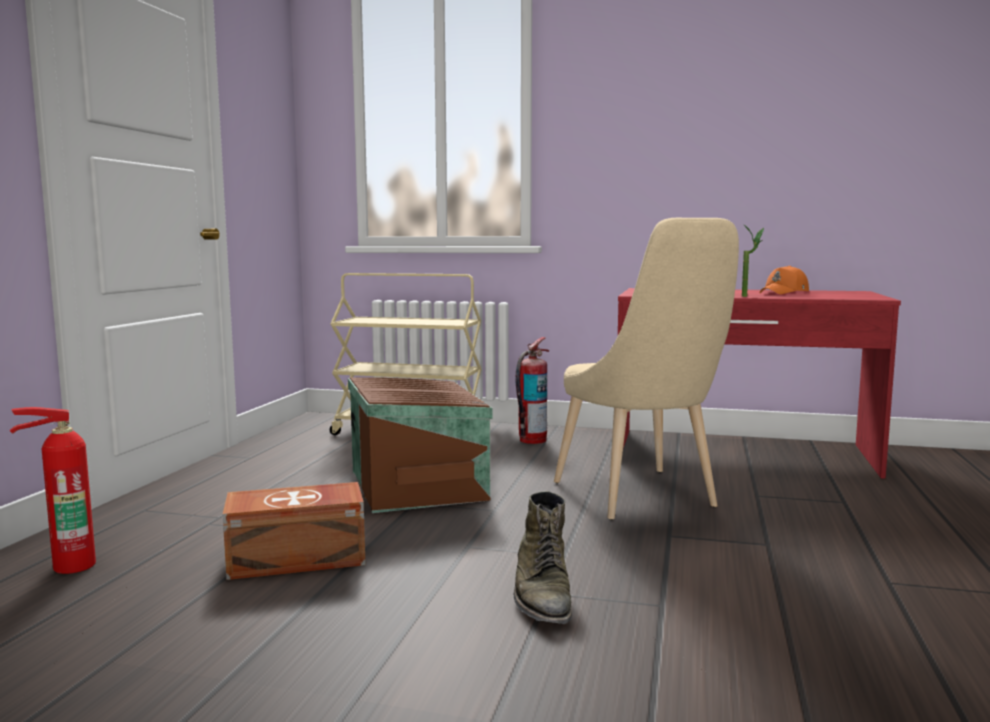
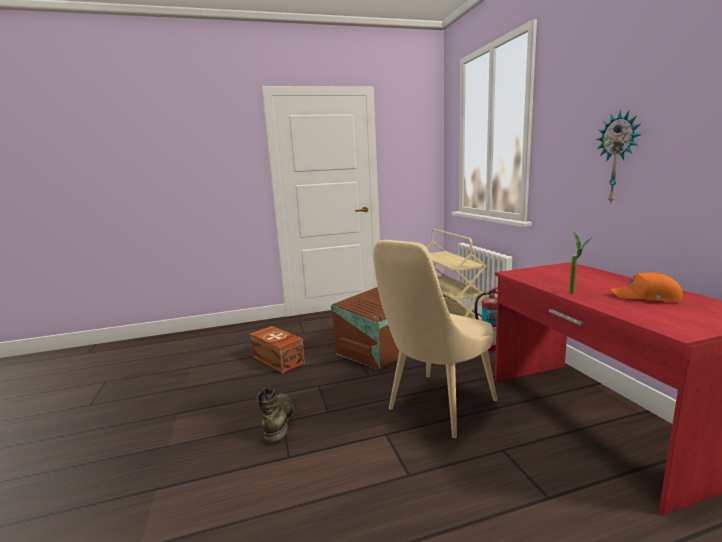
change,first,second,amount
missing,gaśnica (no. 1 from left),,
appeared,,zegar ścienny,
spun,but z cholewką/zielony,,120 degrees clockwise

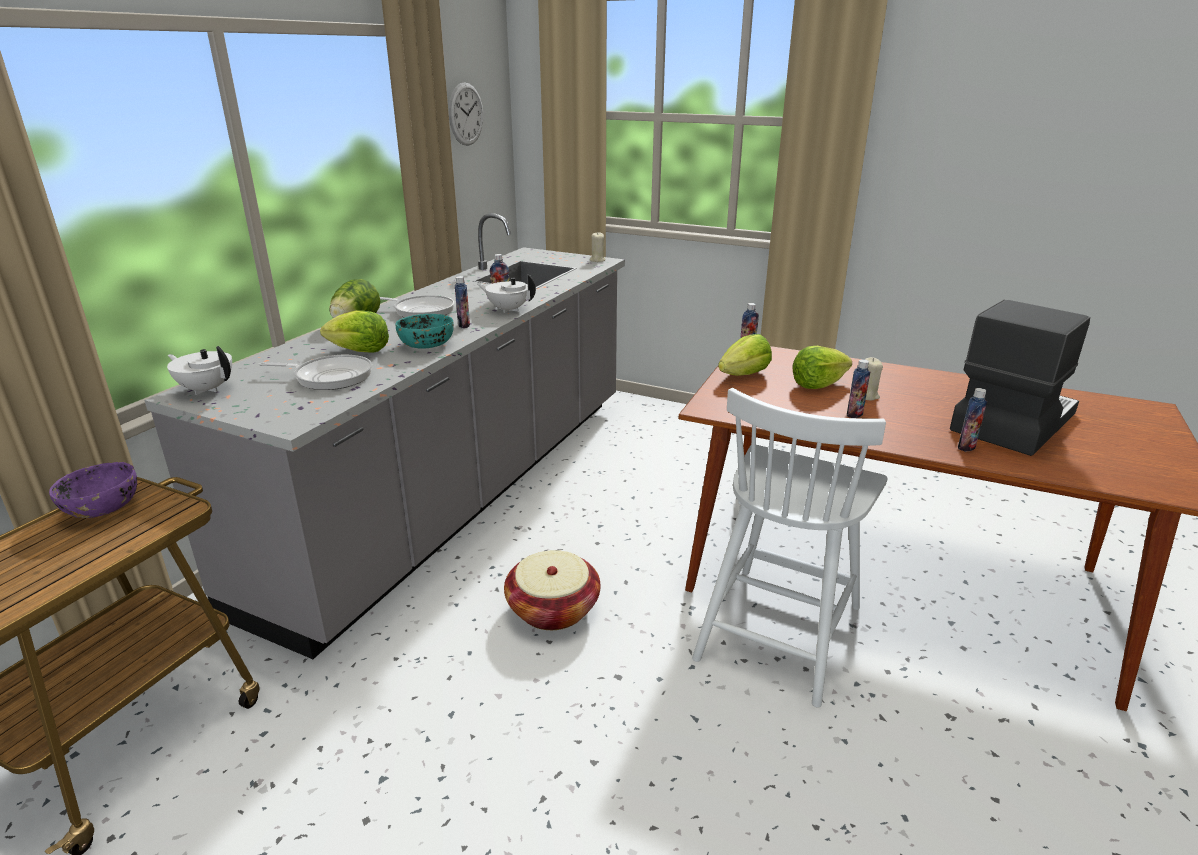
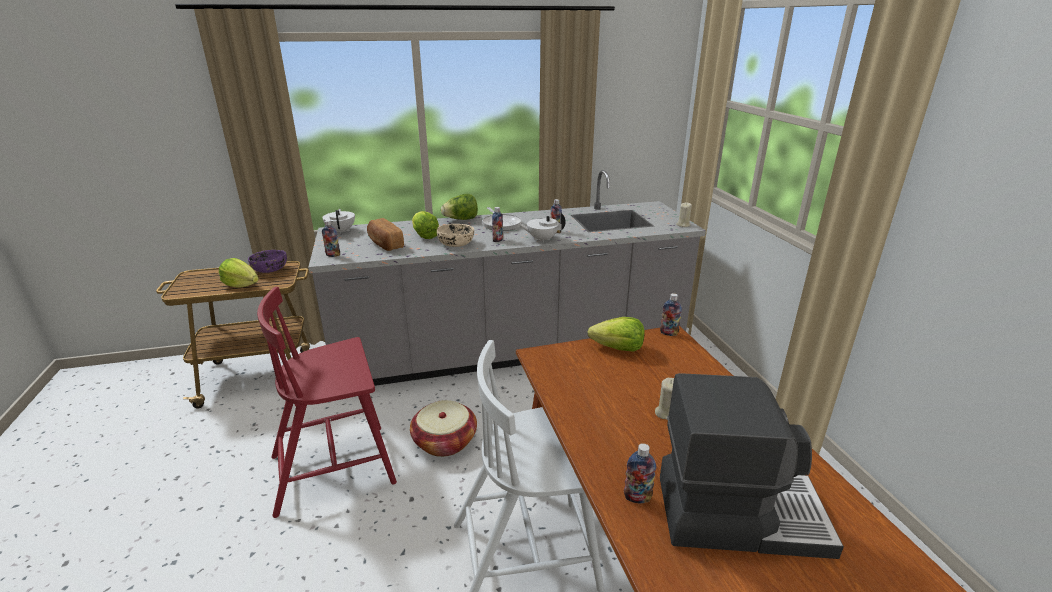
change,first,second,amount
missing,zegar ścienny,,
appeared,,krzesło/czerwony,
relocated,sałata (no. 4 from left in the first image),sałata (no. 1 from left),
relocated,butelka (no. 4 from left in the first image),butelka (no. 1 from left),
exchanged,patelnia (no. 1 from left),chleb,
colour,miska/turkusowy,miska/beżowy,
spun,imbryk/biały (no. 2 from left),,75 degrees counterclockwise

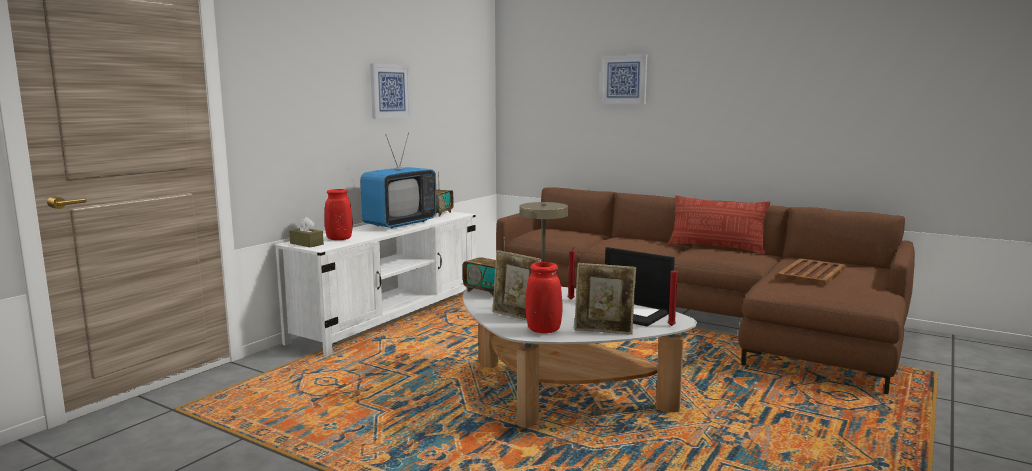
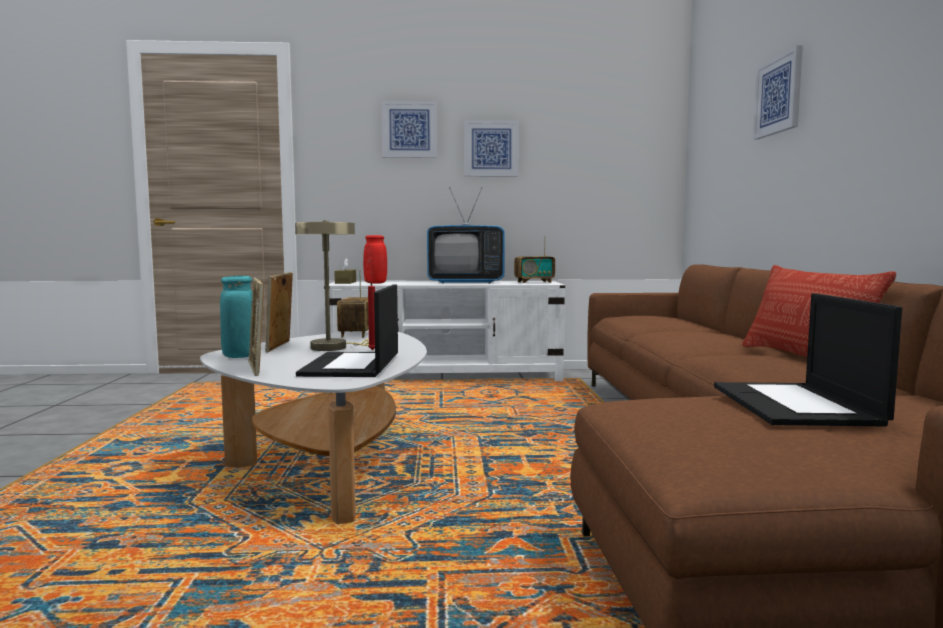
change,first,second,amount
missing,świeca/czerwony (no. 2 from left),,
appeared,,obraz (no. 1 from left),
exchanged,taca/brązowy,laptop (no. 2 from left),
colour,wazon/czerwony (no. 2 from left),wazon/turkusowy,

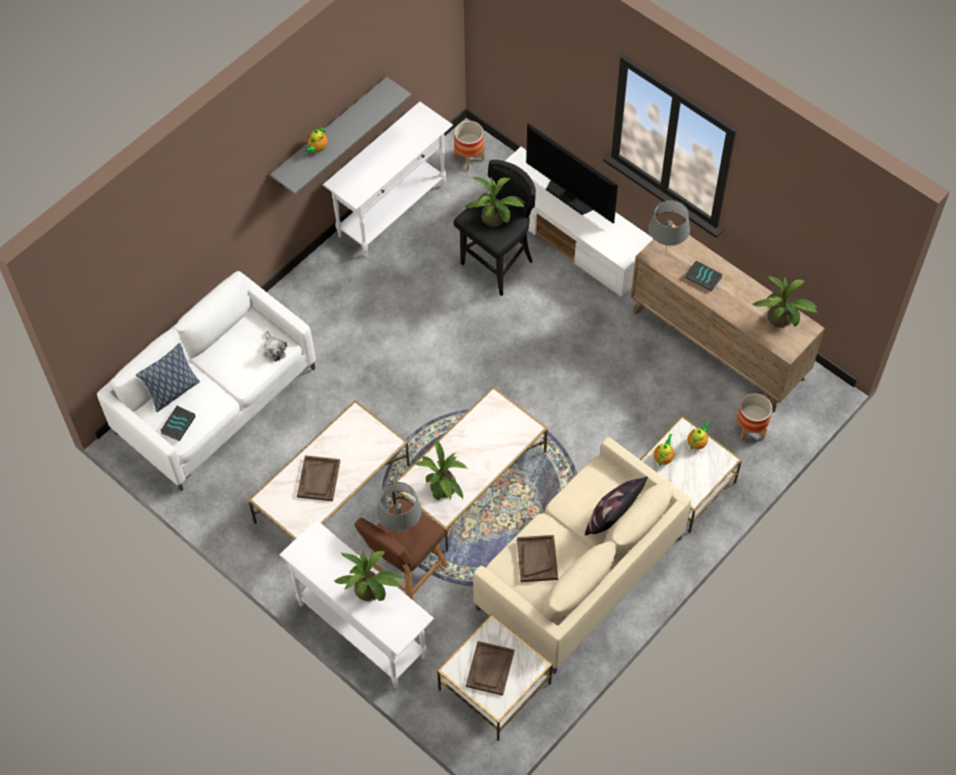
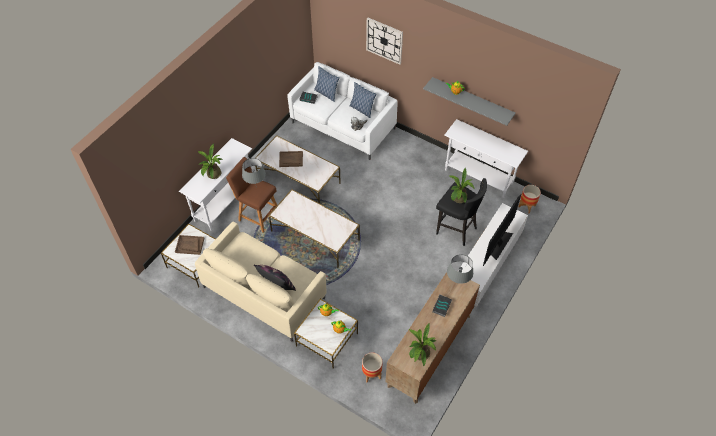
change,first,second,amount
missing,roślina doniczkowa (no. 2 from left),,
missing,taca/brązowy (no. 3 from left),,
appeared,,poduszka (no. 3 from left),
appeared,,zegar ścienny,

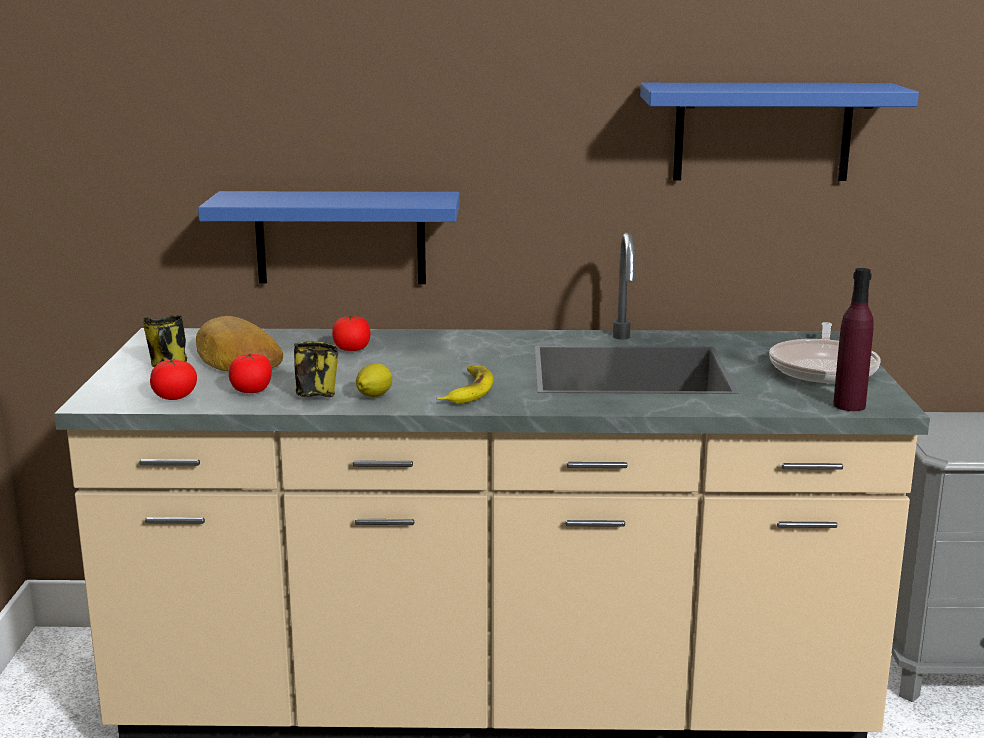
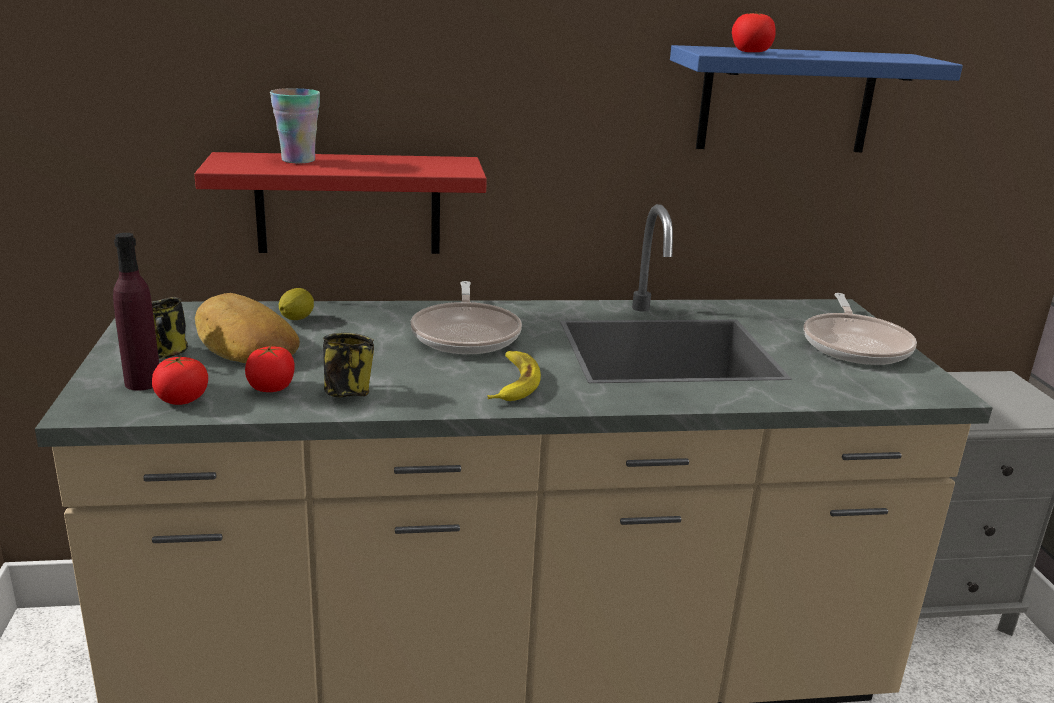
change,first,second,amount
appeared,,filiżanka,
appeared,,patelnia (no. 1 from left),
relocated,pomidor (no. 3 from left),,
relocated,cytryna,,
relocated,butelka/fioletowy,,
colour,półka/niebieski (no. 1 from left),półka/czerwony,

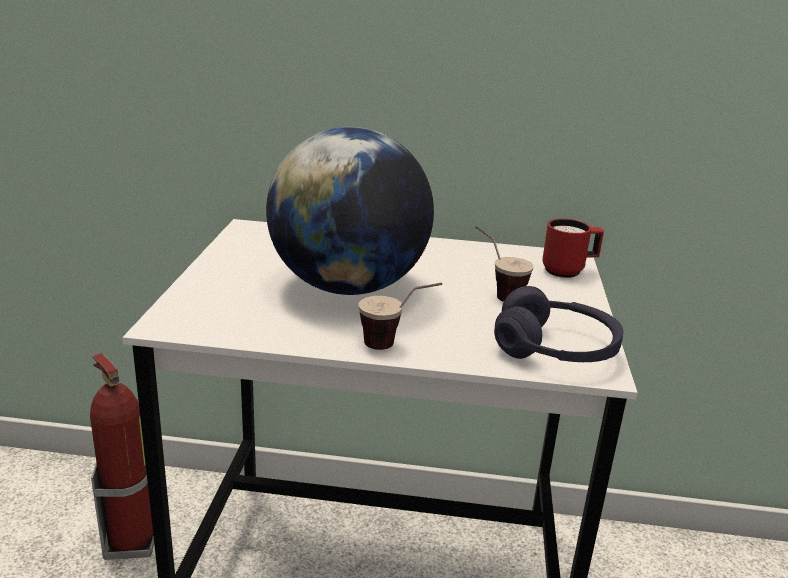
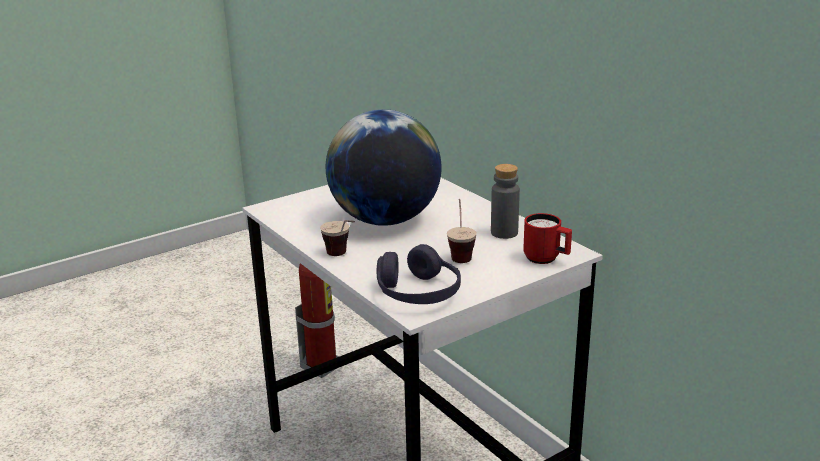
change,first,second,amount
appeared,,butelka/szary,

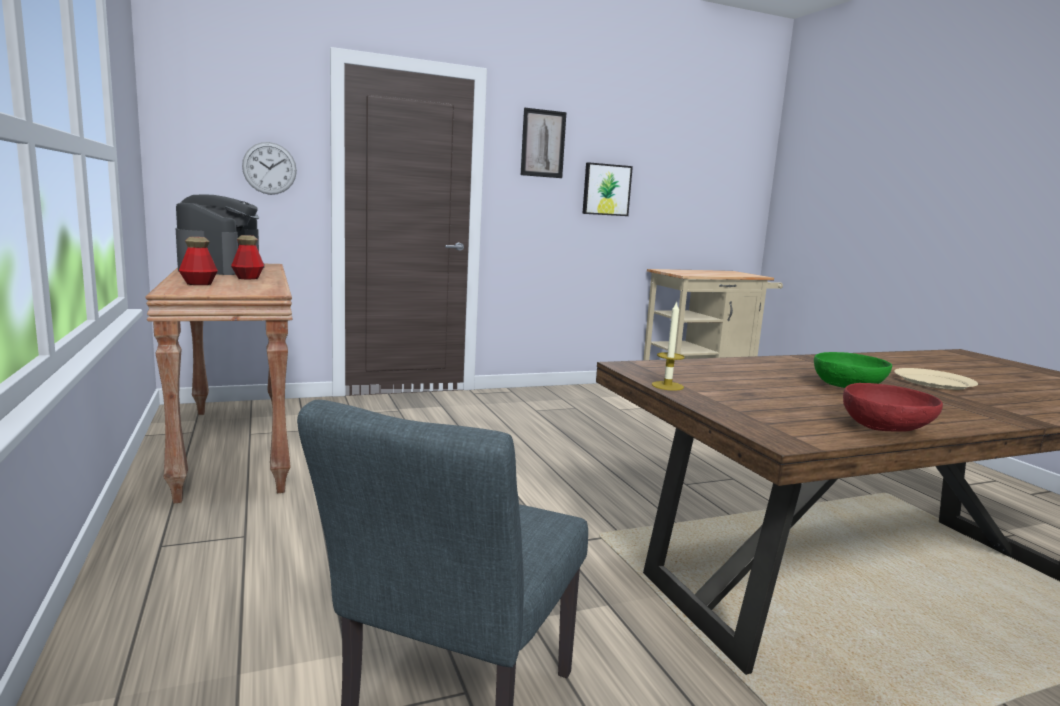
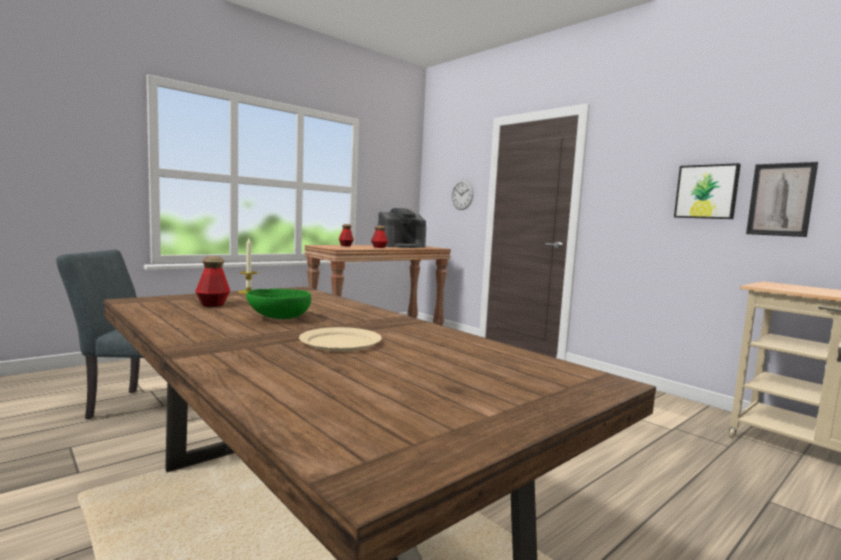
change,first,second,amount
missing,miska/czerwony,,
appeared,,butelka (no. 1 from left),
relocated,obraz (no. 1 from left in the first image),obraz (no. 2 from left),

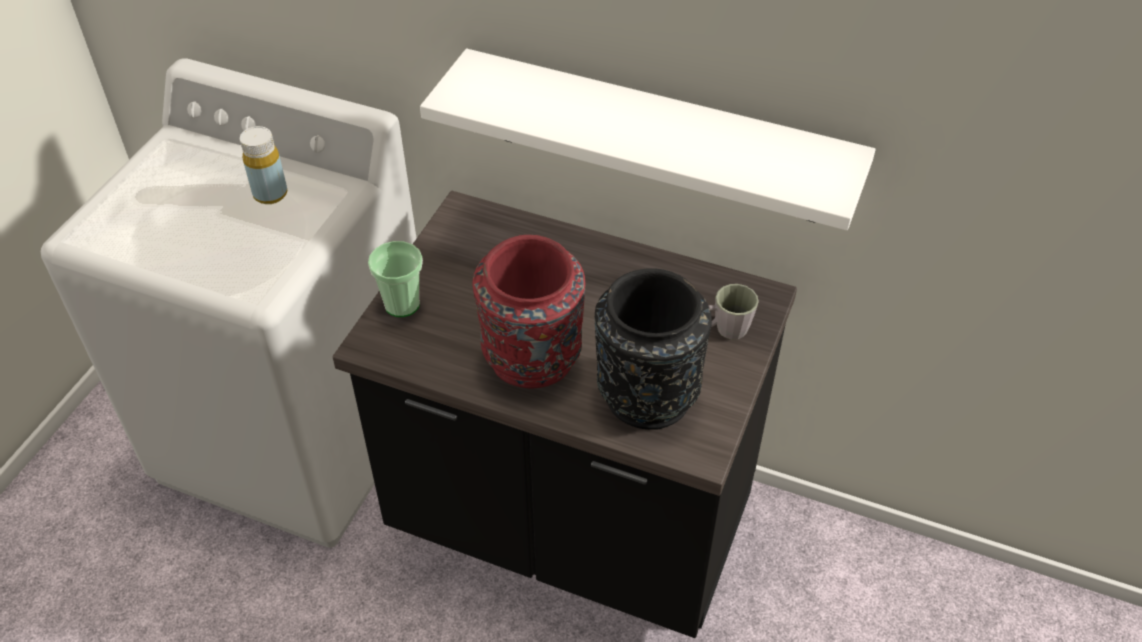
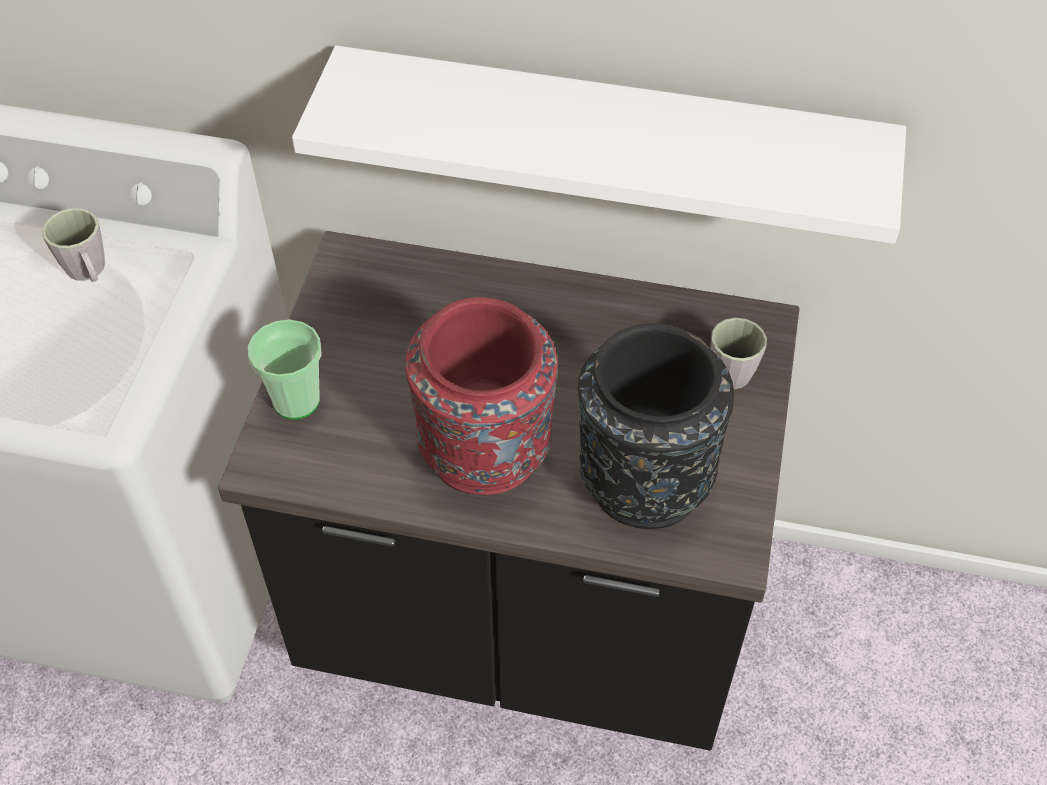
change,first,second,amount
exchanged,butelka/żółty,kubek/szary (no. 1 from left),

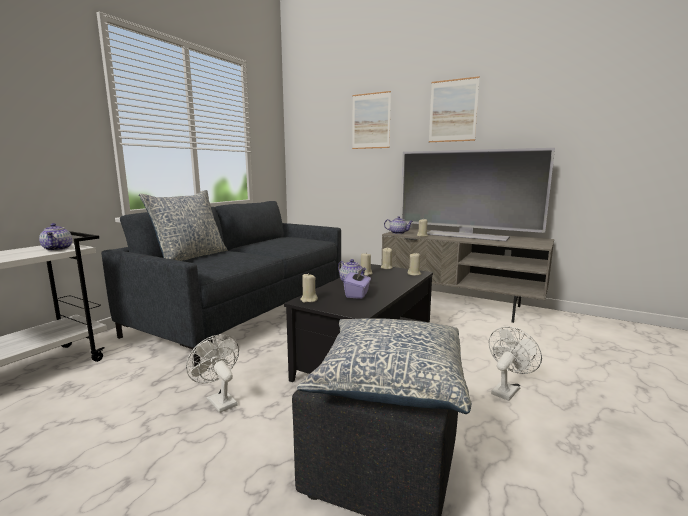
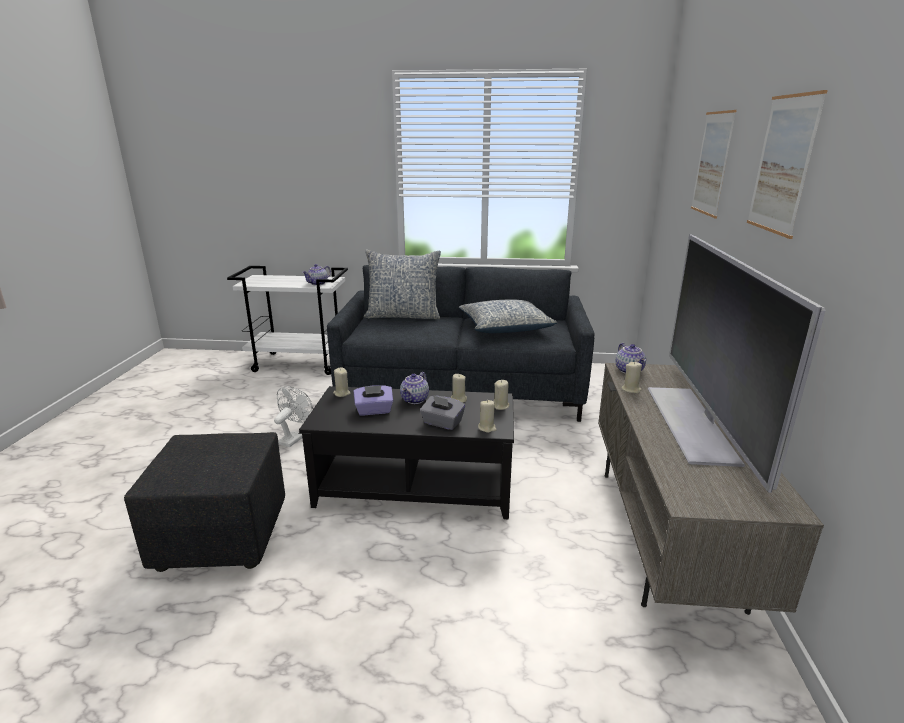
change,first,second,amount
missing,wentylator/biały (no. 2 from left),,
appeared,,pudełko chusteczek/szary,
relocated,poduszka (no. 2 from left),,

